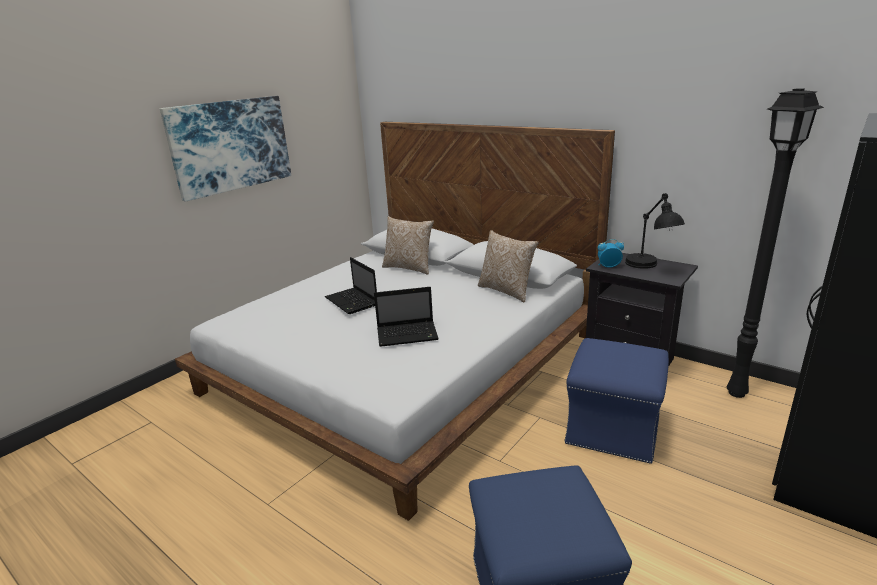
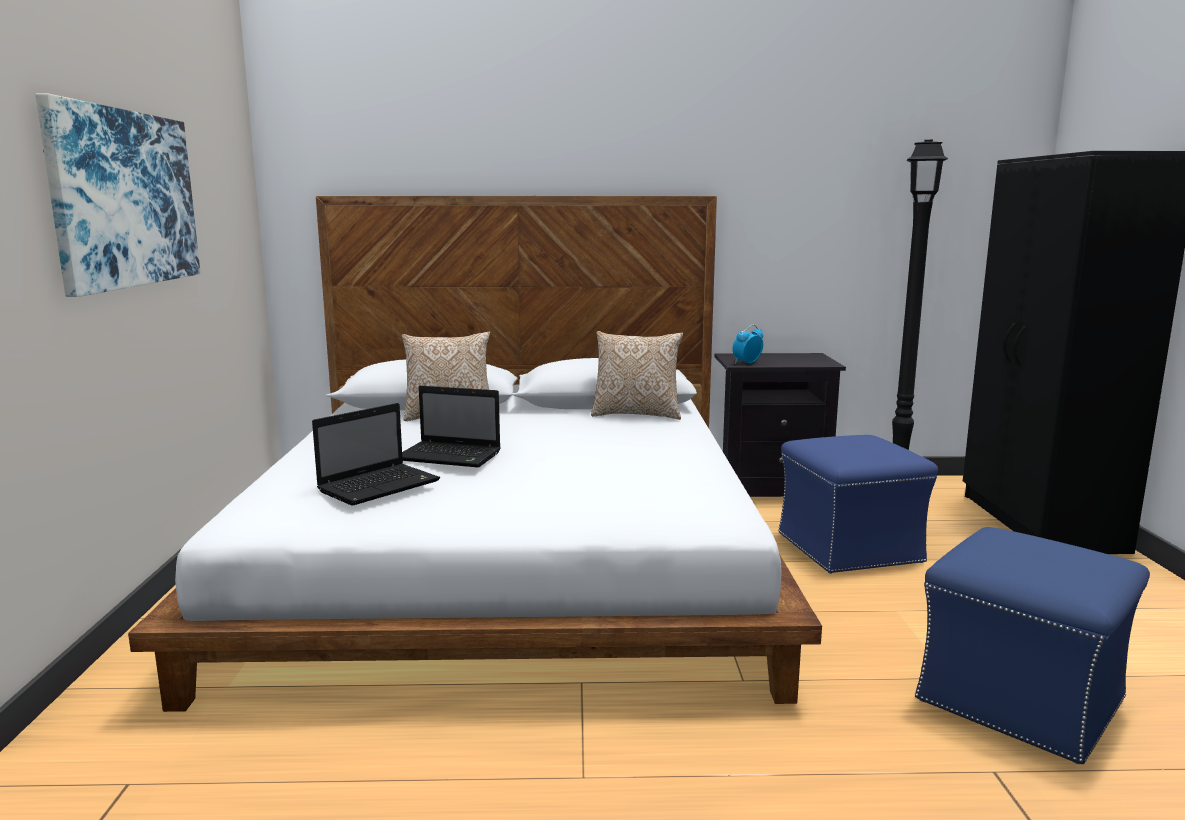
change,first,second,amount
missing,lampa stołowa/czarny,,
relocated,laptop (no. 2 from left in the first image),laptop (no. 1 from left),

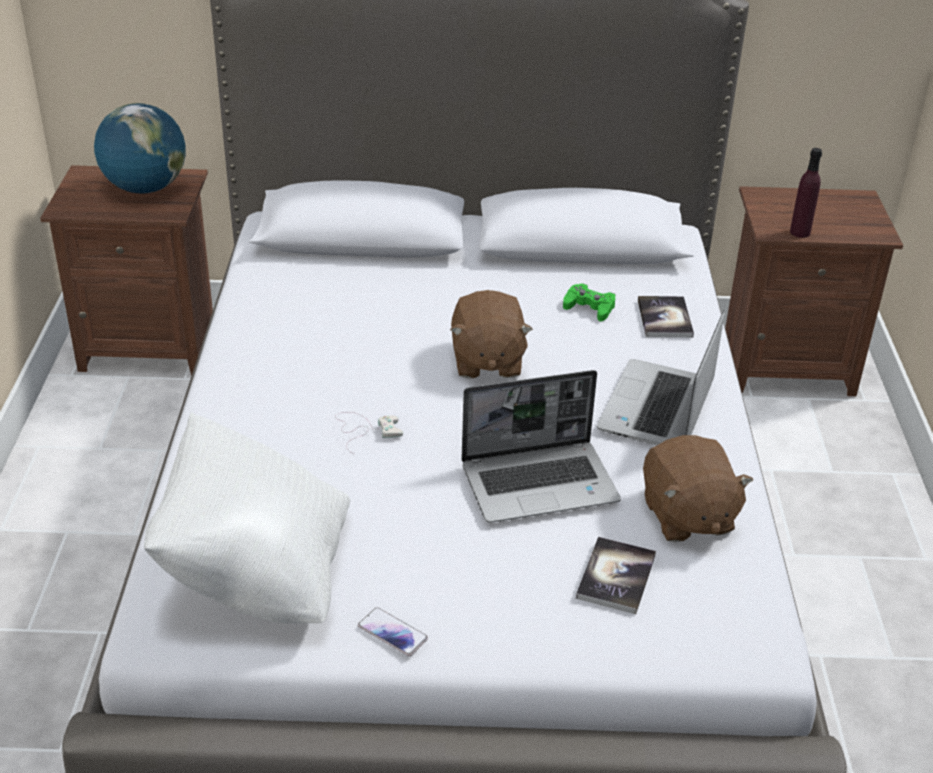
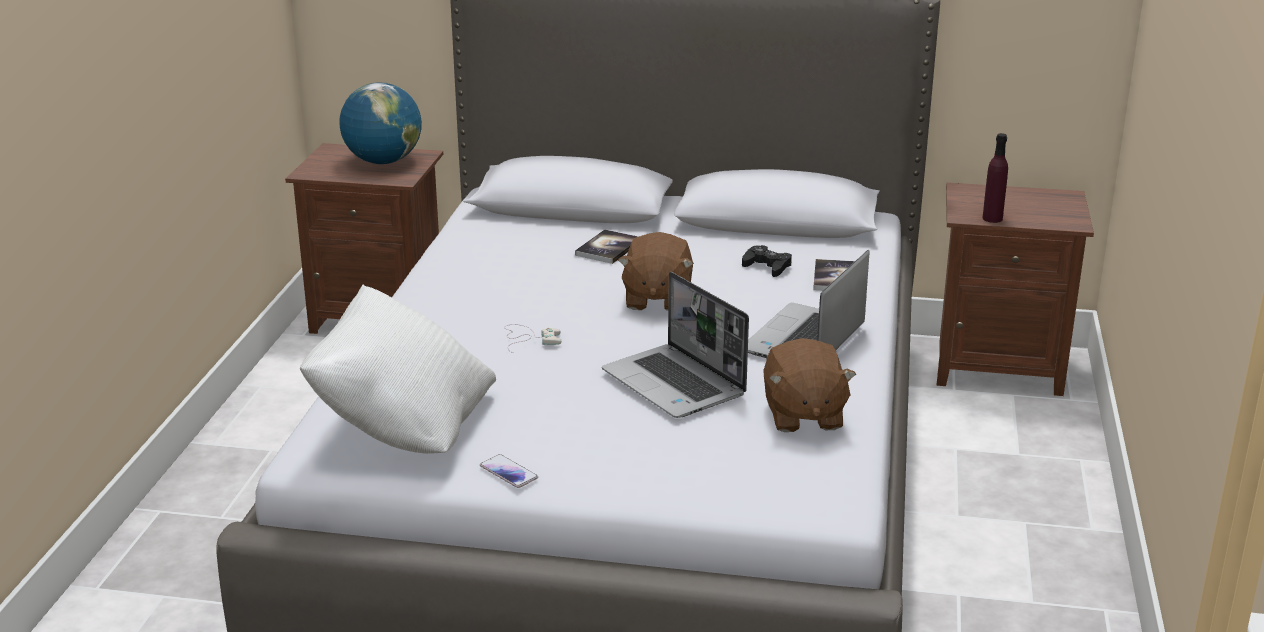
change,first,second,amount
relocated,książka (no. 1 from left),,
colour,pad do gier/zielony,pad do gier/czarny,
spun,laptop (no. 1 from left),,60 degrees clockwise

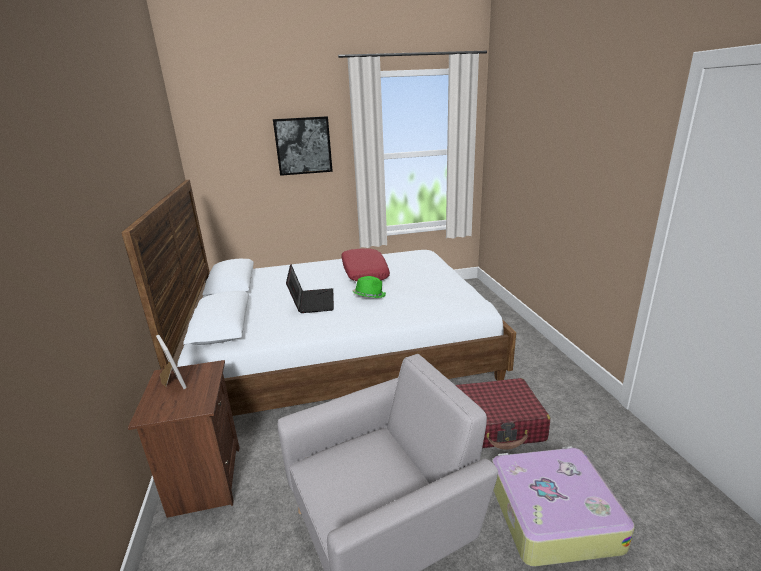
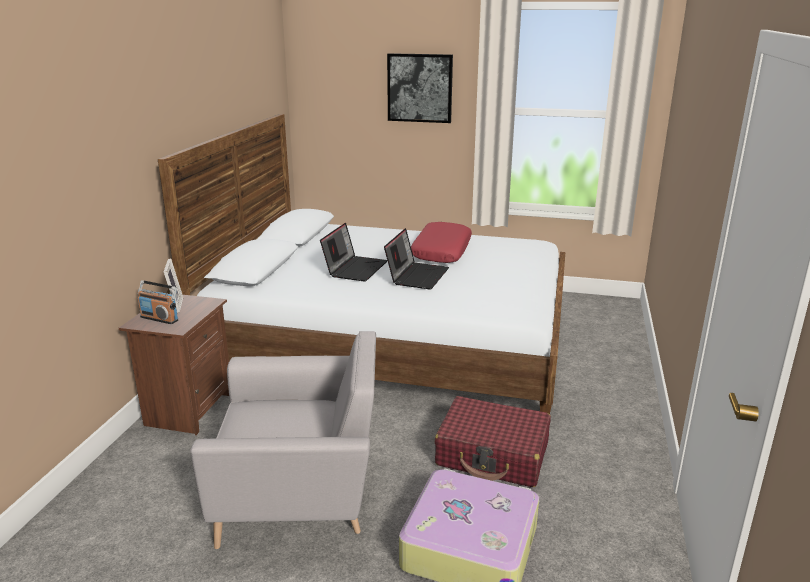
change,first,second,amount
appeared,,radio,
exchanged,kapelusz/zielony,laptop (no. 2 from left),

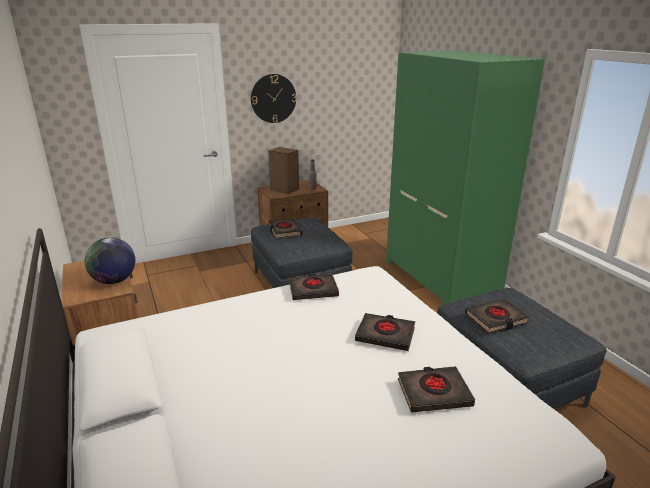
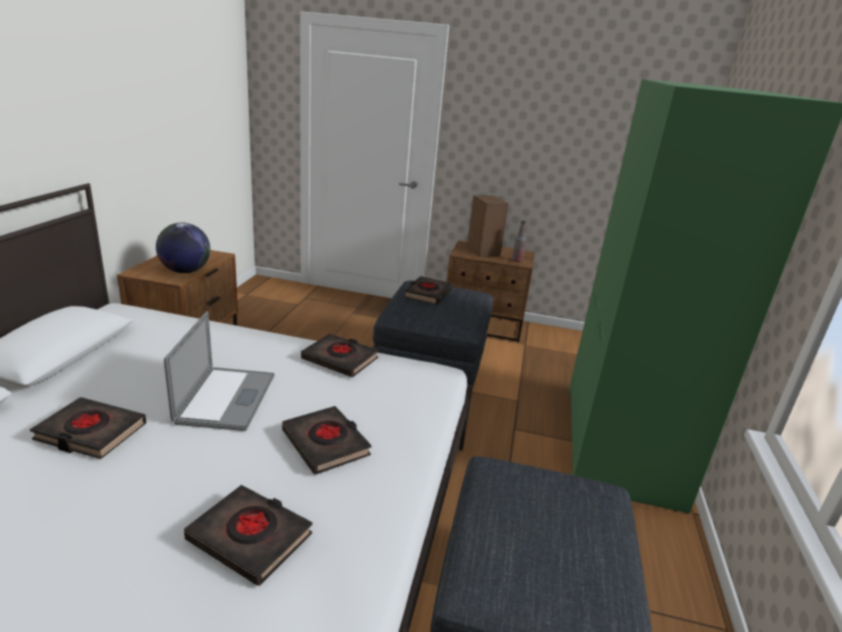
change,first,second,amount
missing,zegar ścienny,,
appeared,,laptop,
relocated,książka/czarny (no. 5 from left in the first image),książka/czarny (no. 1 from left),

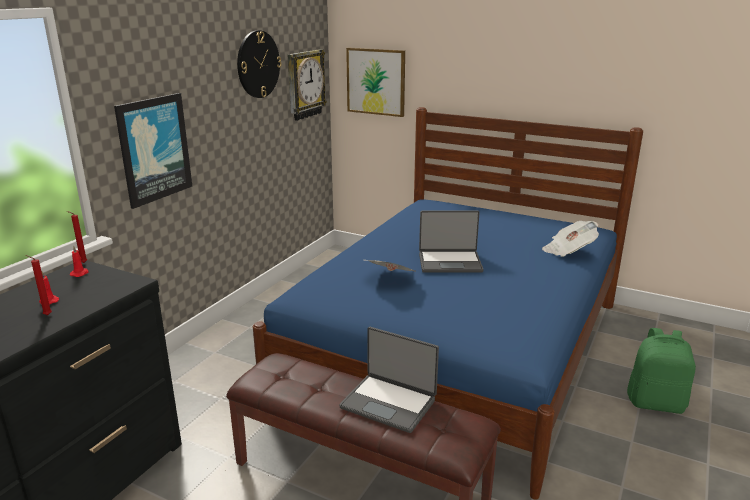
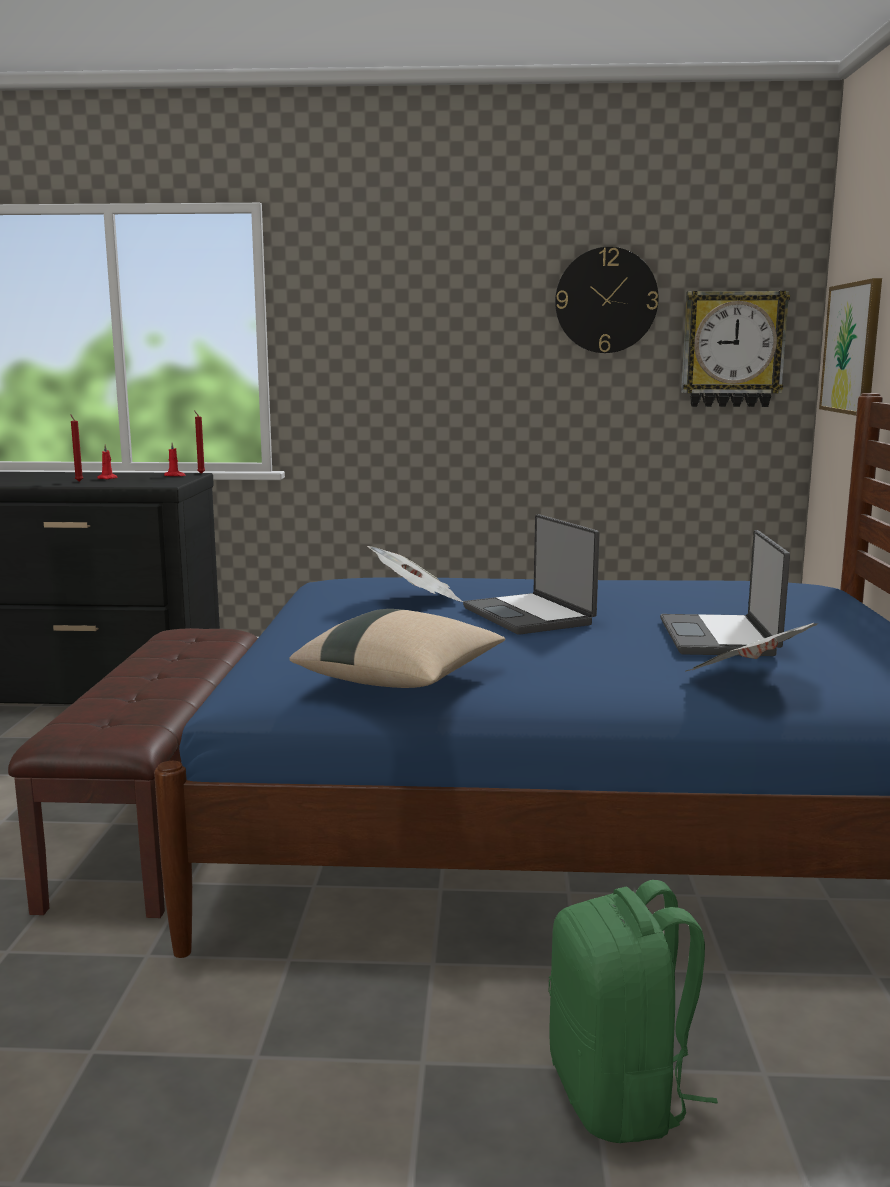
change,first,second,amount
missing,obraz (no. 1 from left),,
appeared,,poduszka/beżowy,
relocated,laptop (no. 1 from left in the first image),laptop (no. 2 from left),

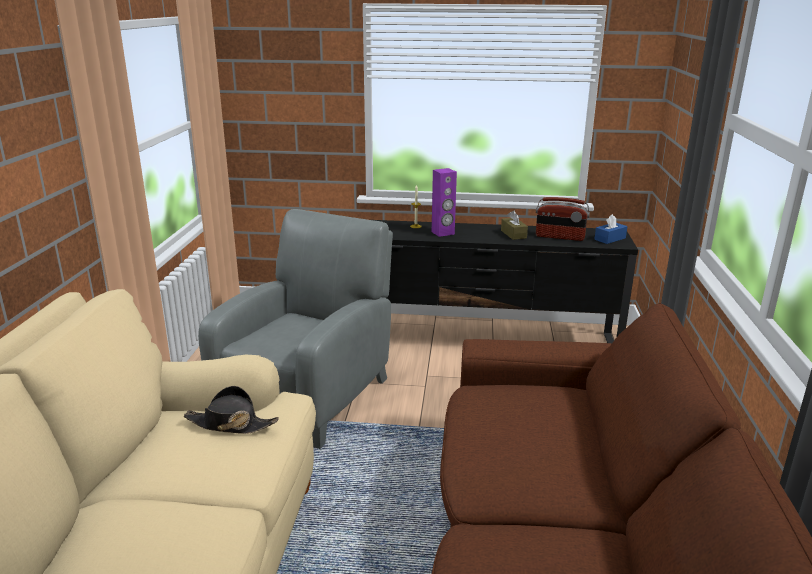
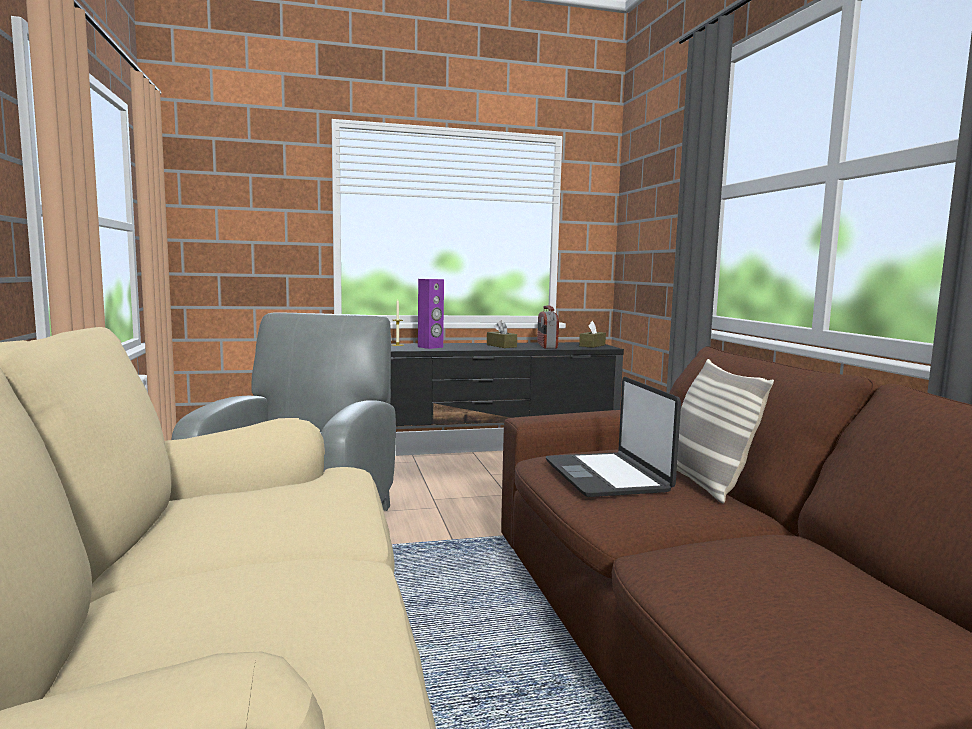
change,first,second,amount
missing,kapelusz/czarny,,
appeared,,laptop,
appeared,,poduszka,
colour,pudełko chusteczek/niebieski,pudełko chusteczek/brązowy (no. 2 from left),
spun,radio,,90 degrees clockwise

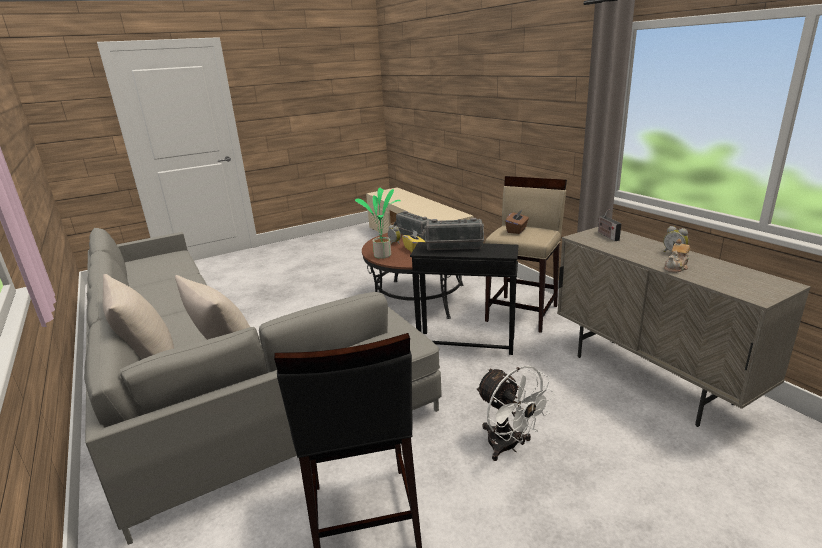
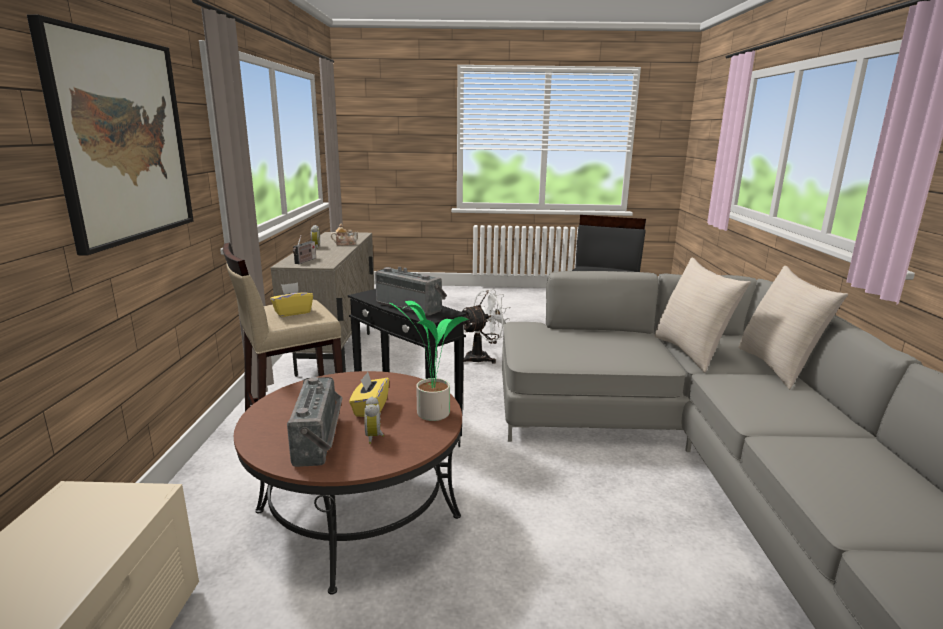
change,first,second,amount
appeared,,obraz,
colour,pudełko chusteczek/brązowy,pudełko chusteczek/żółty (no. 1 from left),
spun,wentylator/biały,,60 degrees clockwise

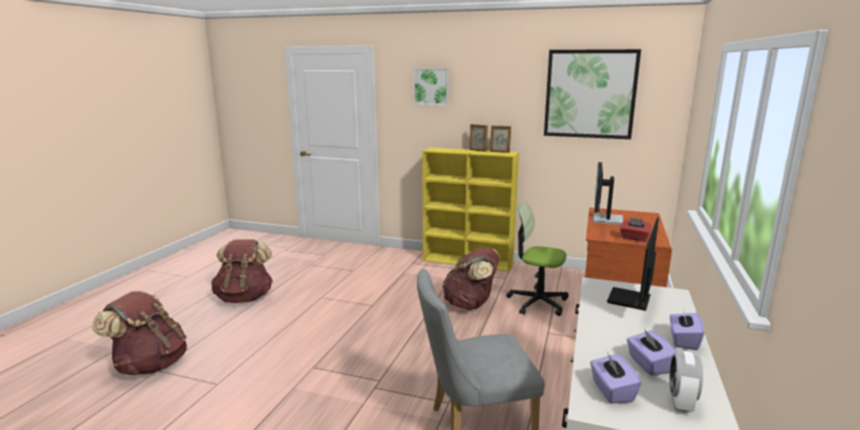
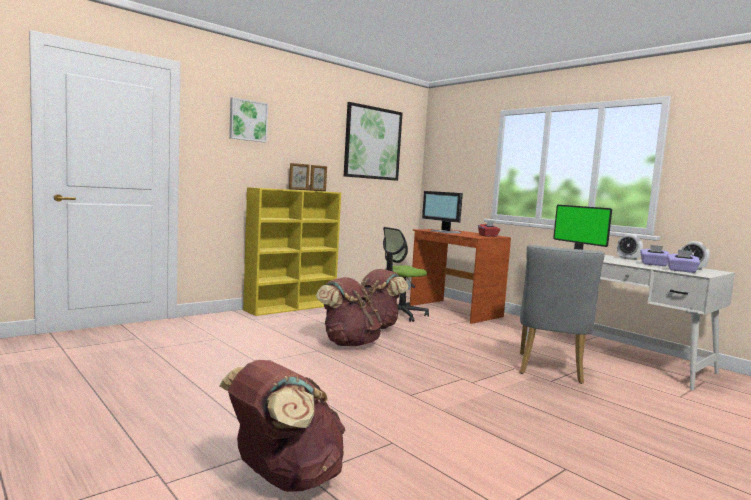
change,first,second,amount
relocated,plecak/brązowy (no. 2 from left),,
exchanged,pudełko chusteczek/fioletowy (no. 3 from left),budzik (no. 1 from left),

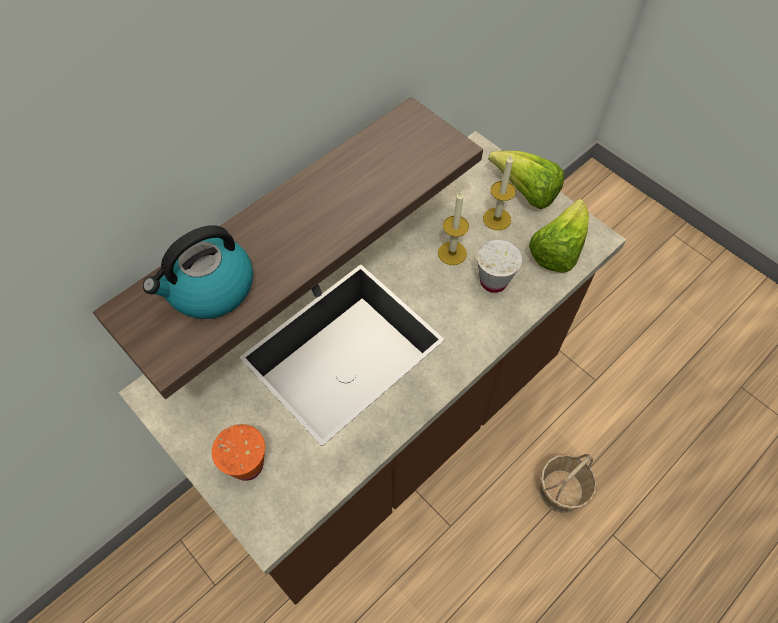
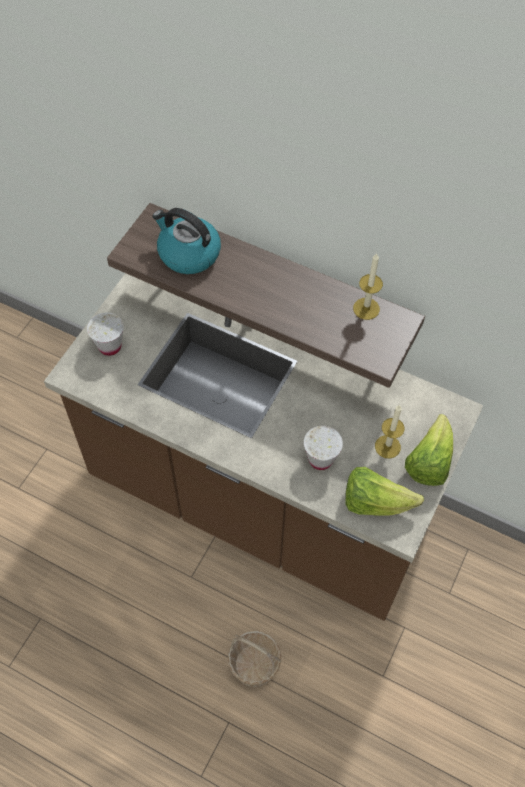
change,first,second,amount
relocated,świeca (no. 1 from left),,
colour,filiżanka/pomarańczowy,filiżanka/biały (no. 1 from left),

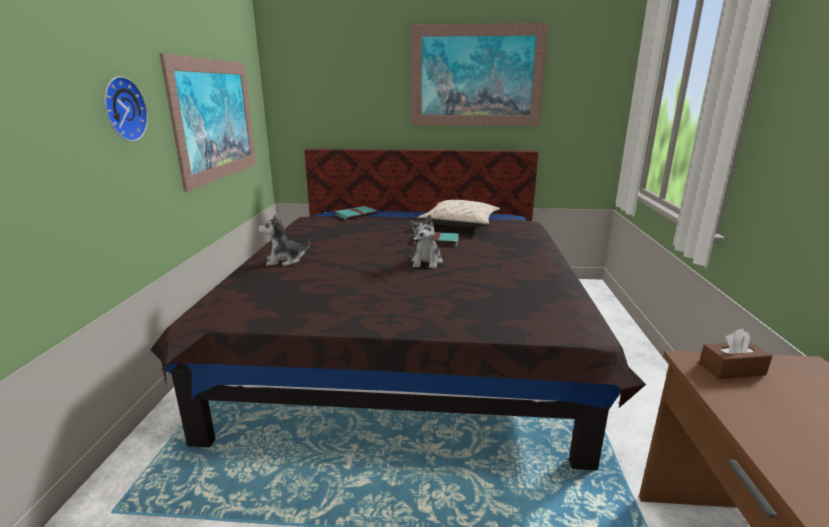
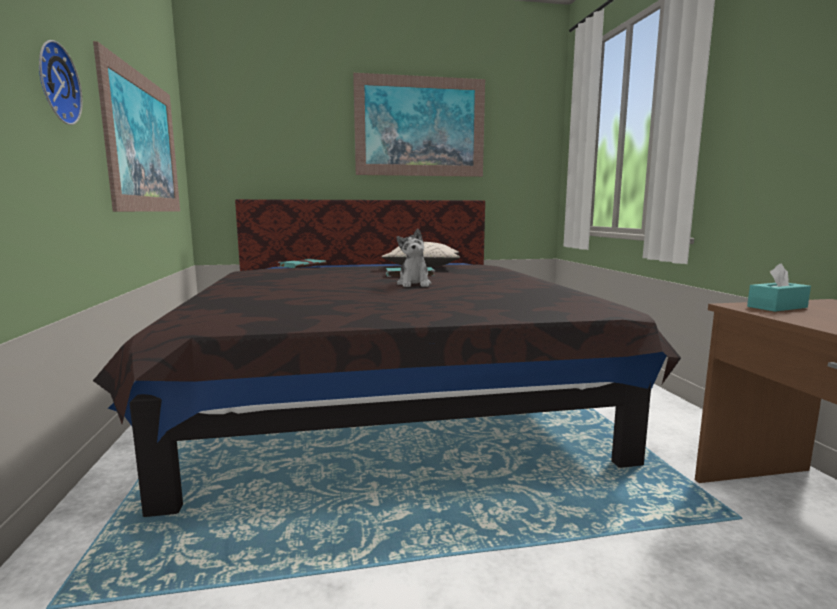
change,first,second,amount
missing,pluszak (no. 1 from left),,
colour,pudełko chusteczek/brązowy,pudełko chusteczek/turkusowy,

